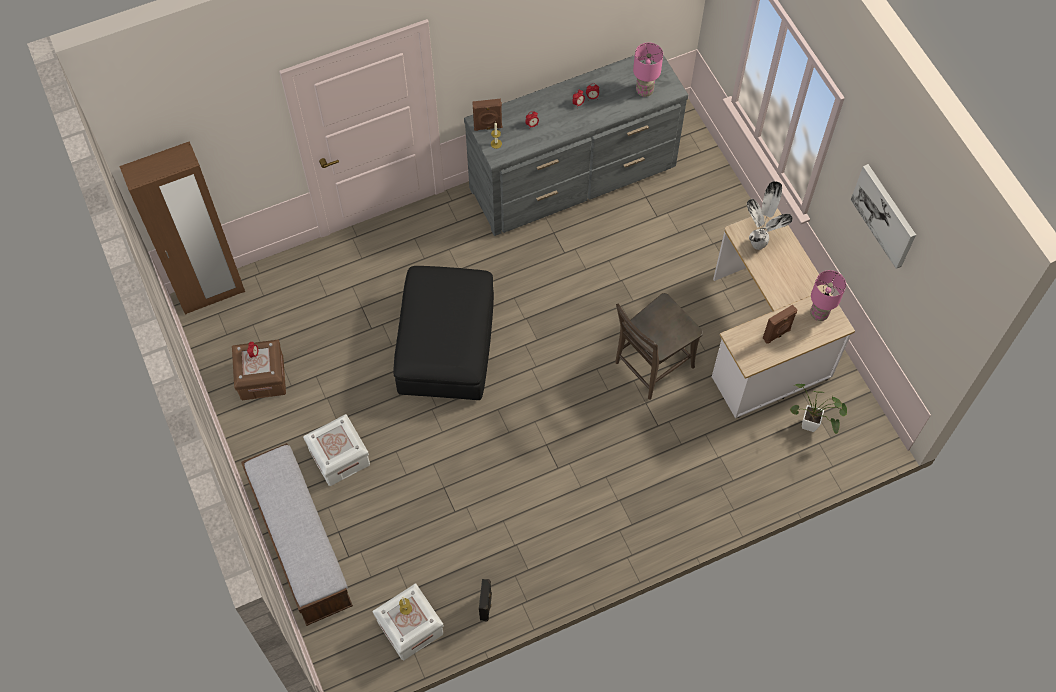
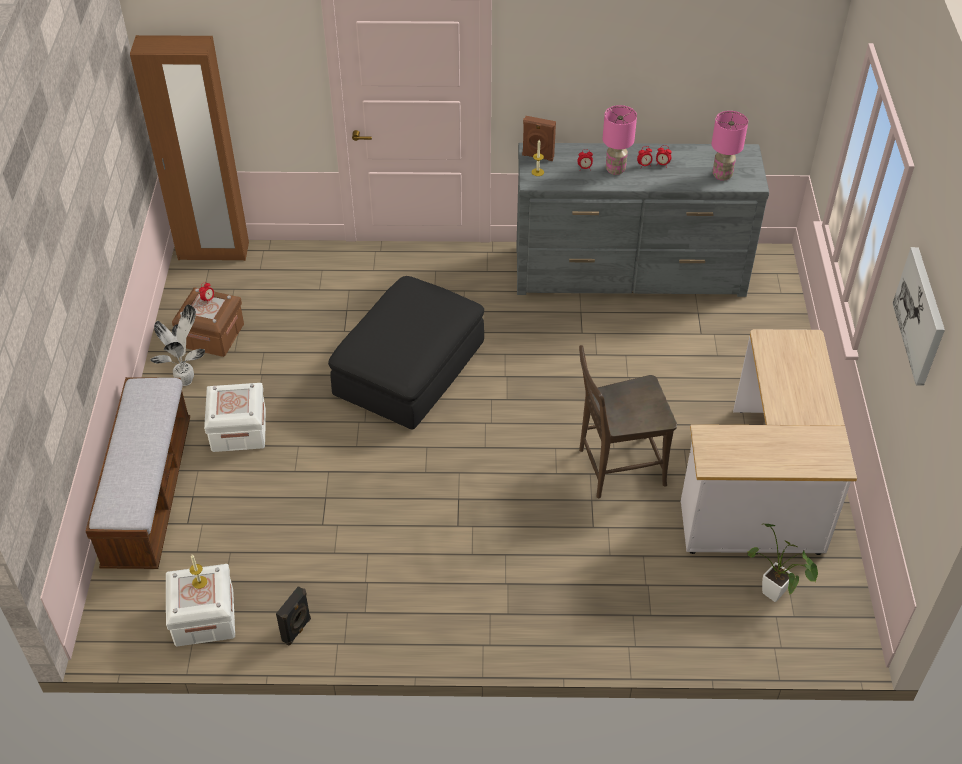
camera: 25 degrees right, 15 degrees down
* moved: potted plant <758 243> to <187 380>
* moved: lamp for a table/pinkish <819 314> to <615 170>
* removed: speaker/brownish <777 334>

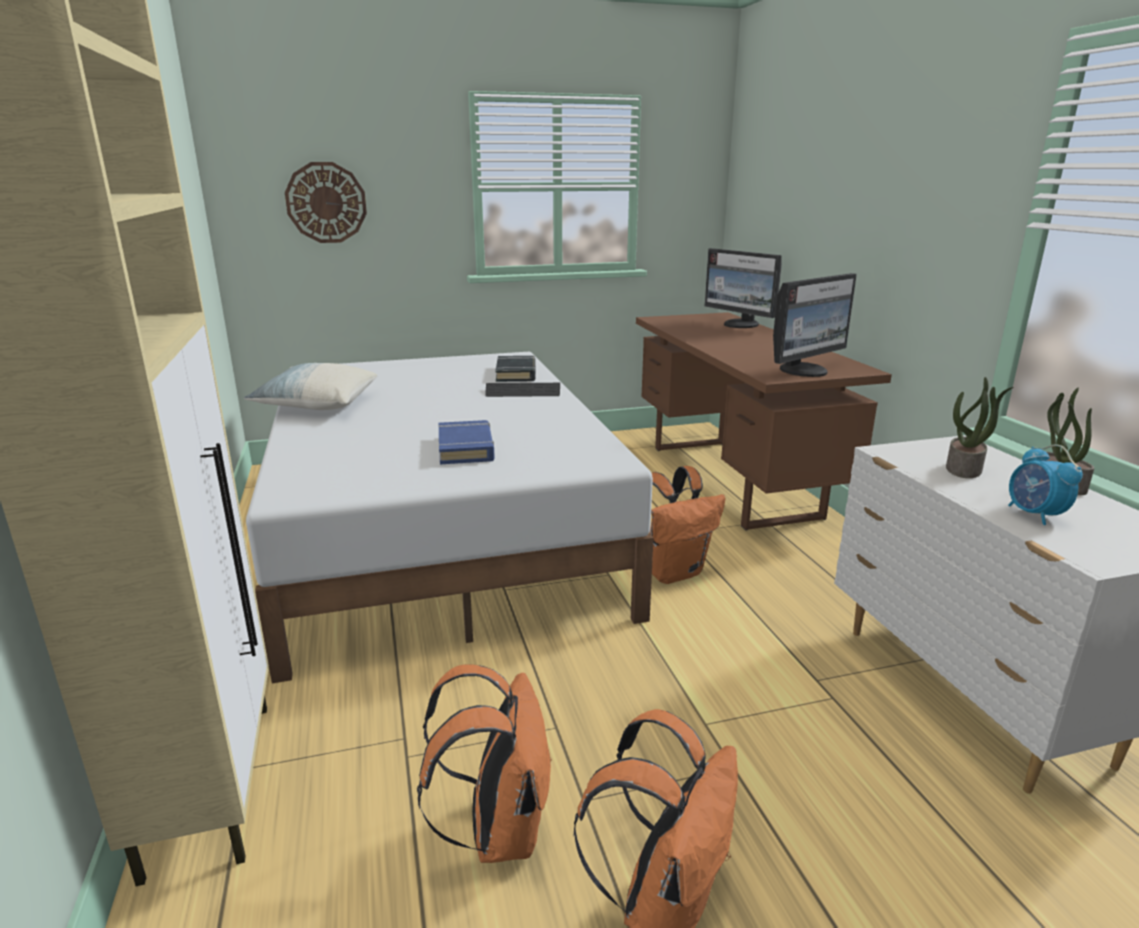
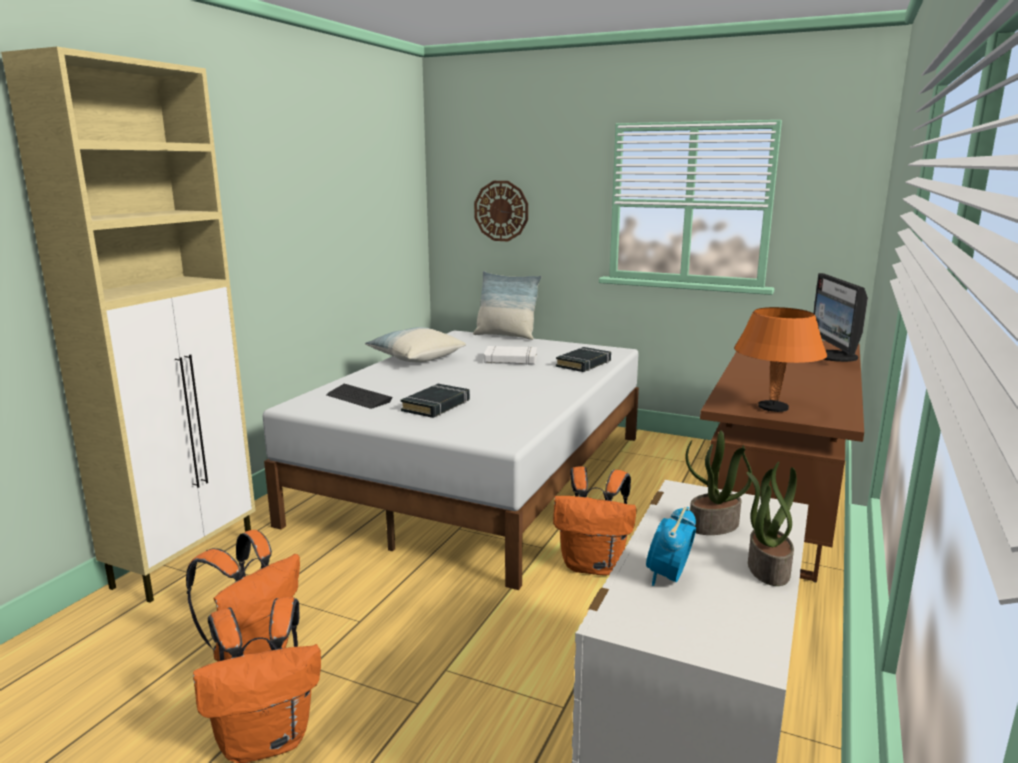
camera: 40 degrees right, 5 degrees down
* moved: computer keyboard <523 392> to <358 398>
* recoloured: bound book/blue <466 448> to bound book/black-coloured <436 406>
* added: throw pillow <505 336>
* added: bound book/whitish <511 360>
* replaced: computer screen <805 371> to lamp for a table/orange <773 408>

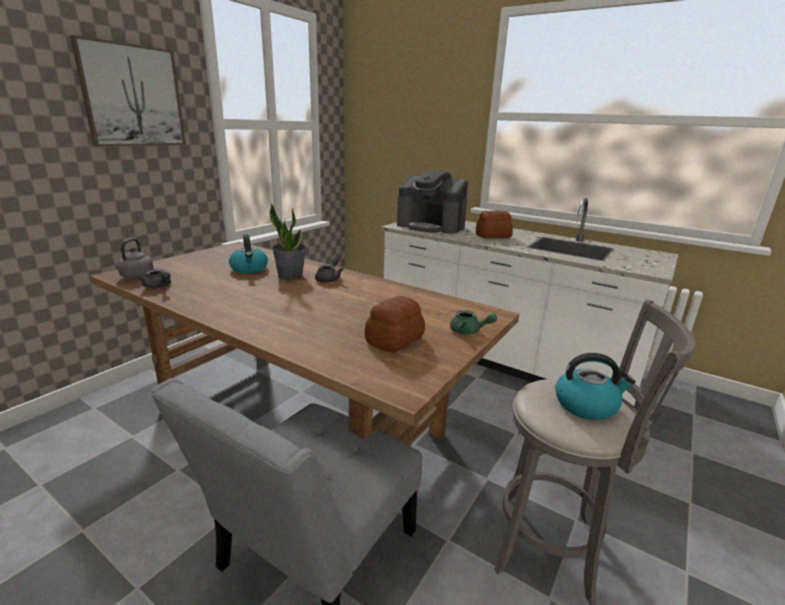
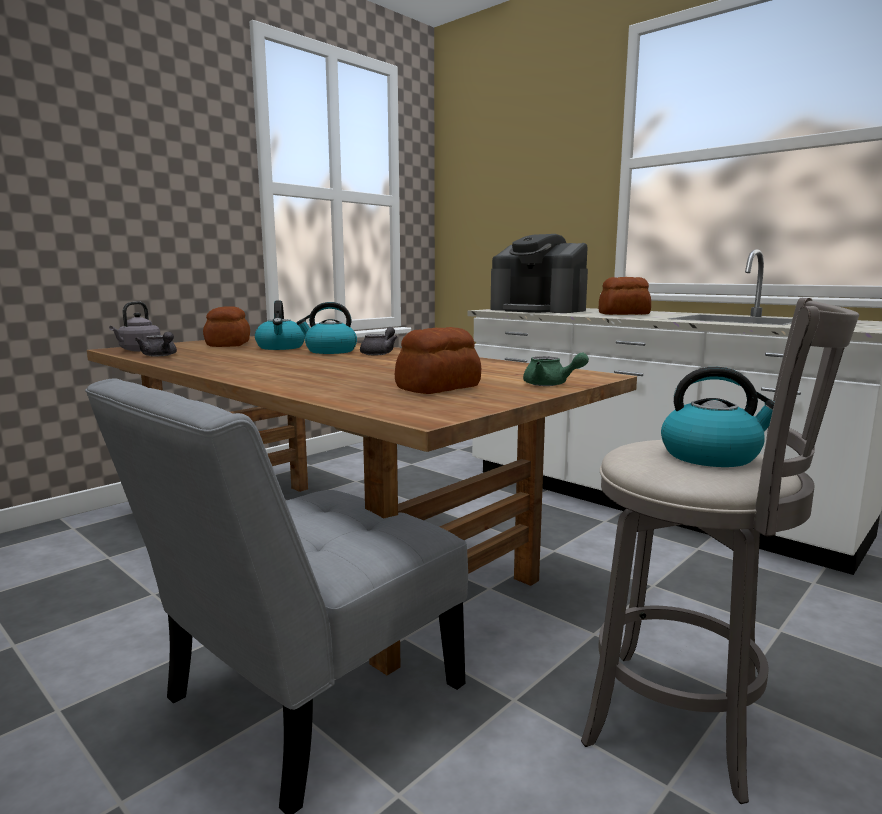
camera: 10 degrees right, 10 degrees down
* added: bread <229 344>
* replaced: potted plant <290 275> to tea kettle <330 351>
* removed: wall art <132 96>

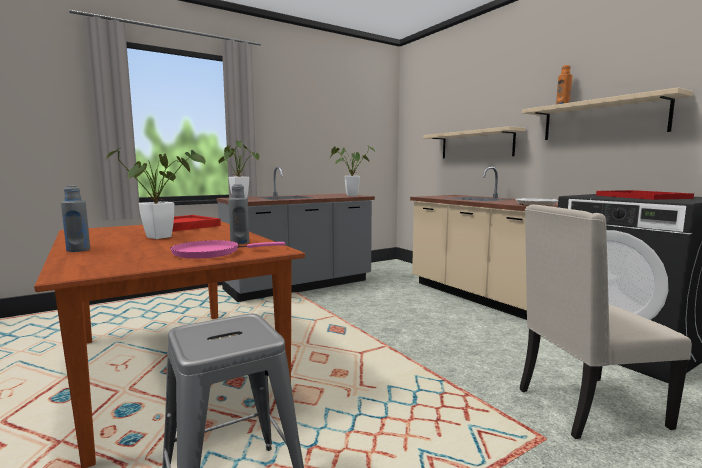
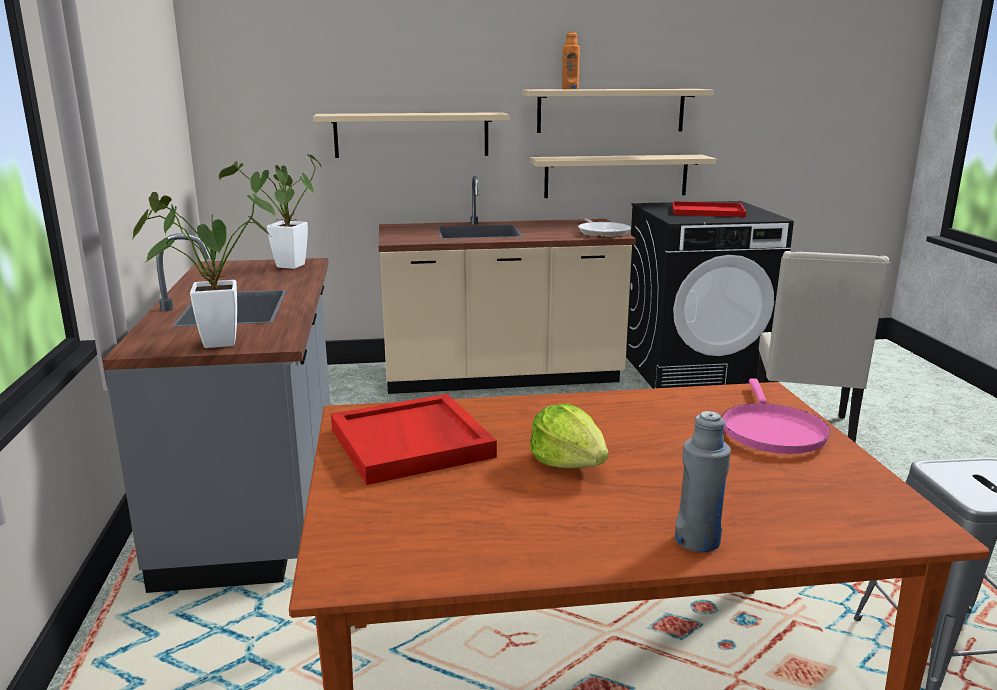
camera: 65 degrees left, 10 degrees up
* added: wall shelf/beige-coloured <616 176>
* replaced: potted plant <164 236> to lettuce head <568 462>
* removed: beverage bottle/grey <239 242>

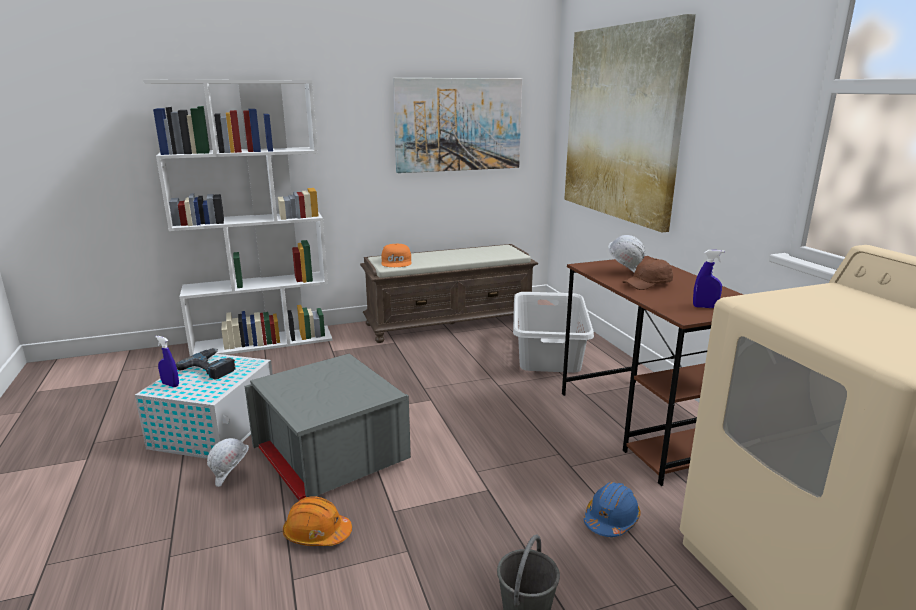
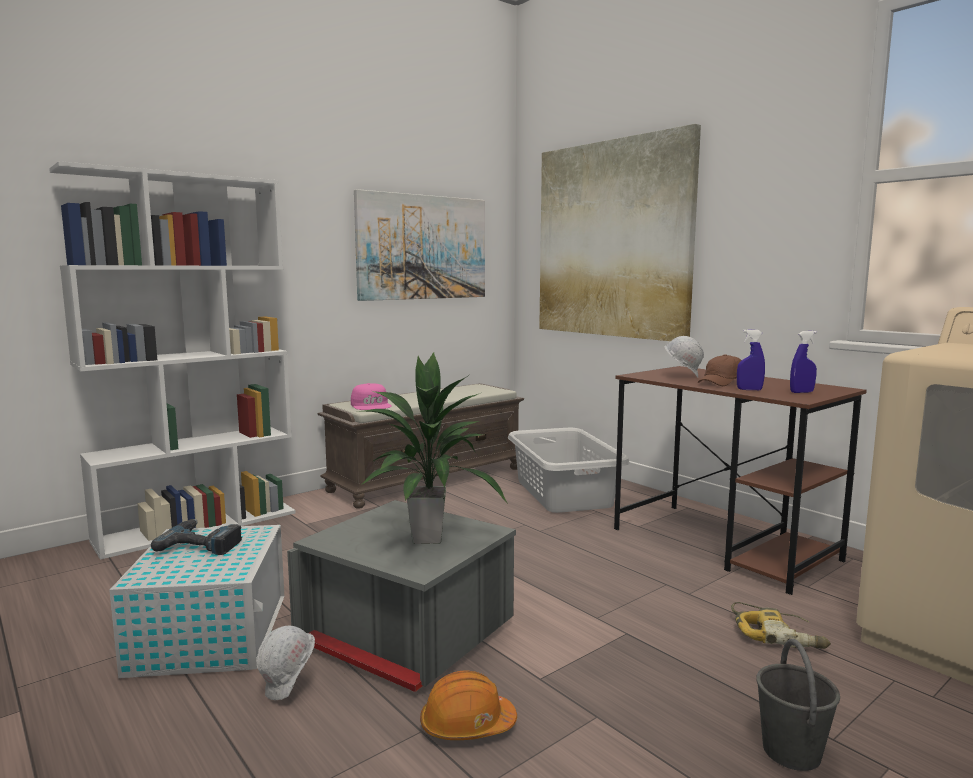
camera: 20 degrees left, 10 degrees down
* recoloured: baseball cap/orange <397 262> to baseball cap/pinkish <371 405>
* added: potted plant <426 539>
* replaced: work helmet/blue <611 520> to electric drill <777 635>
* moved: hand sprayer/blue <170 385> to <749 389>

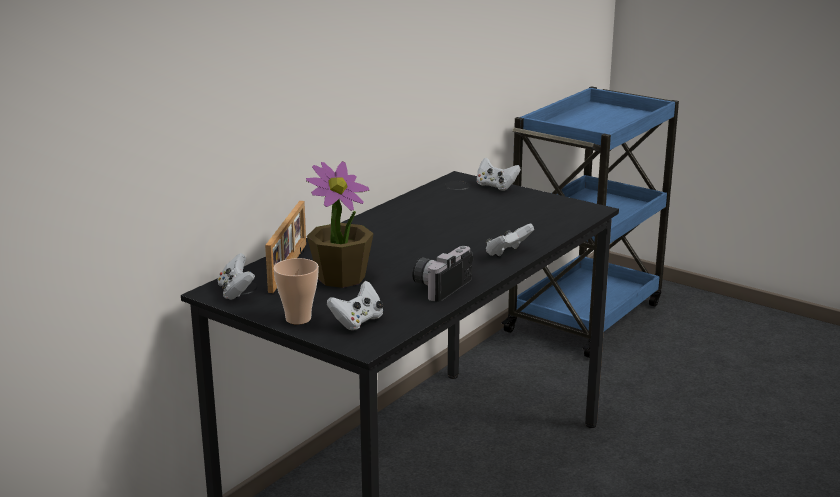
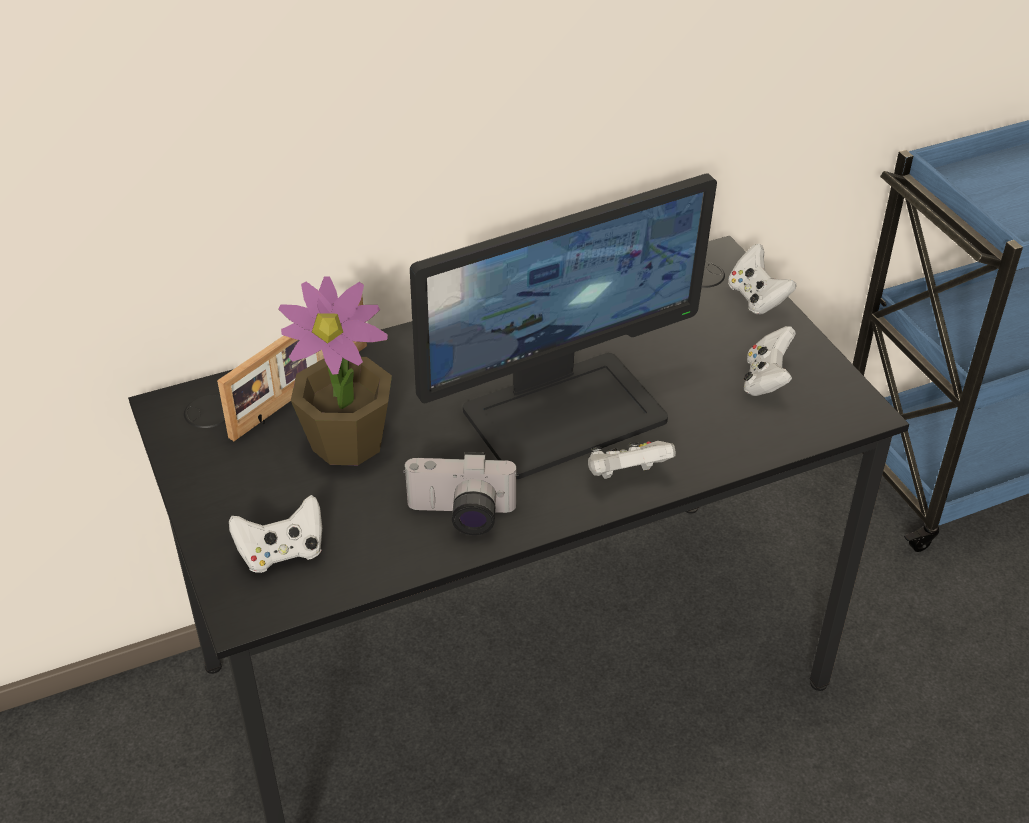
camera: 30 degrees right, 20 degrees up
* turned: still camera <440 286> = <461 516> 150 degrees counterclockwise
* added: computer screen <564 412>
* moved: game controller/whitish <236 292> to <766 380>
* removed: small cup <298 319>

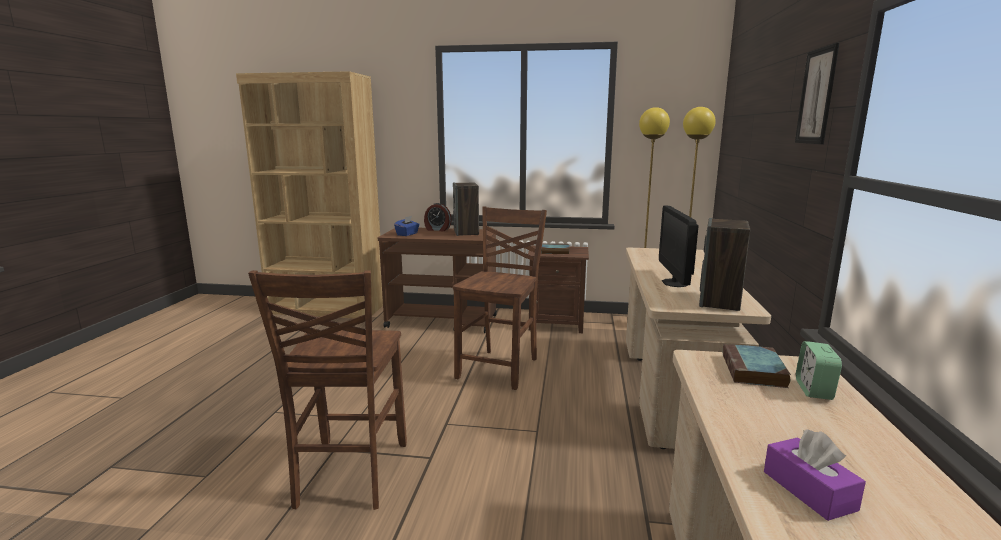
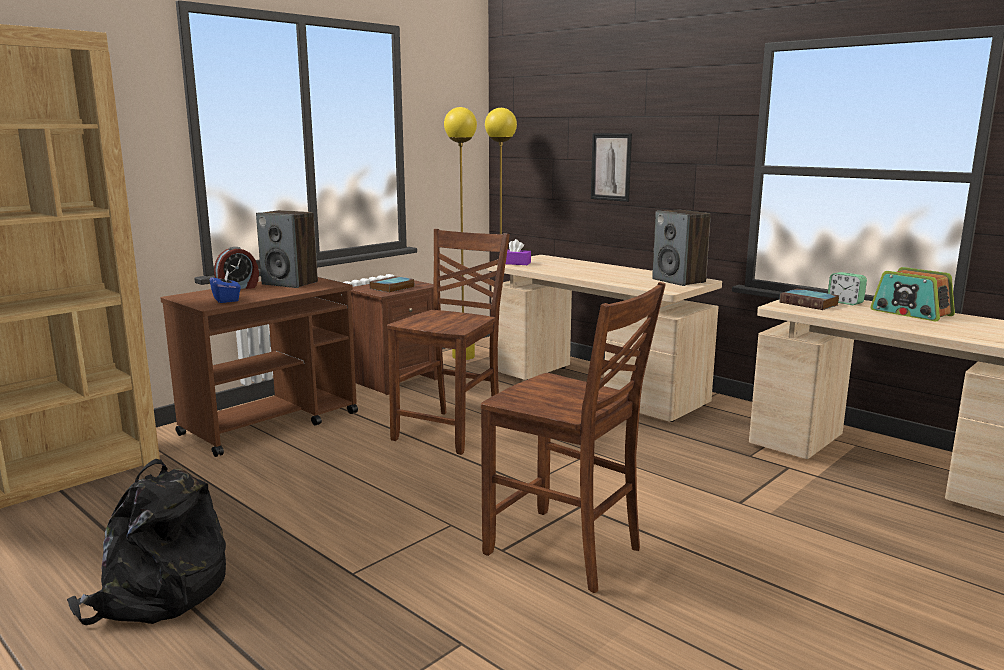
camera: 55 degrees left, 0 degrees up
* added: rucksack/black-coloured <157 593>
* turned: chair/brownish <500 368> = <451 431> 60 degrees clockwise
* moved: tissue box/purple <808 490> to <515 263>
* moved: wall art <816 96> to <611 167>
* added: radio set <911 313>
* removed: computer screen <675 283>

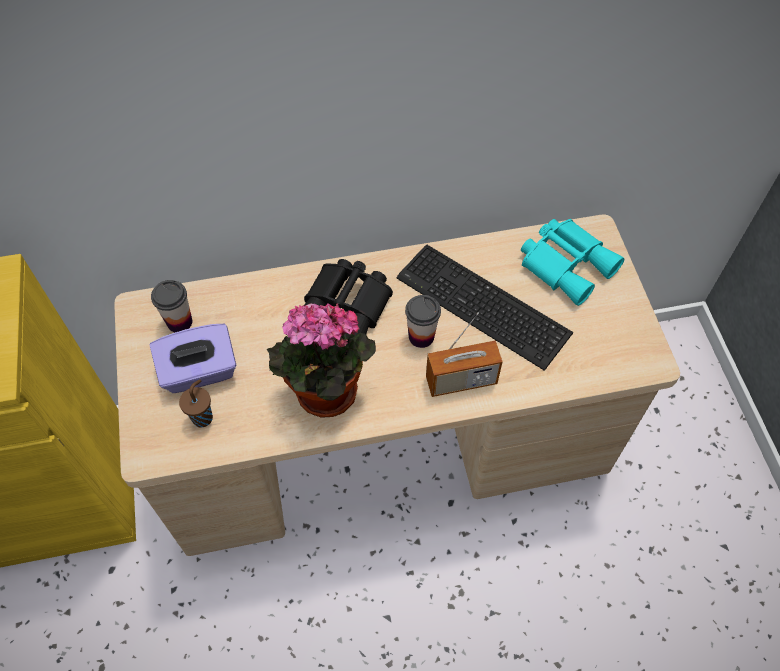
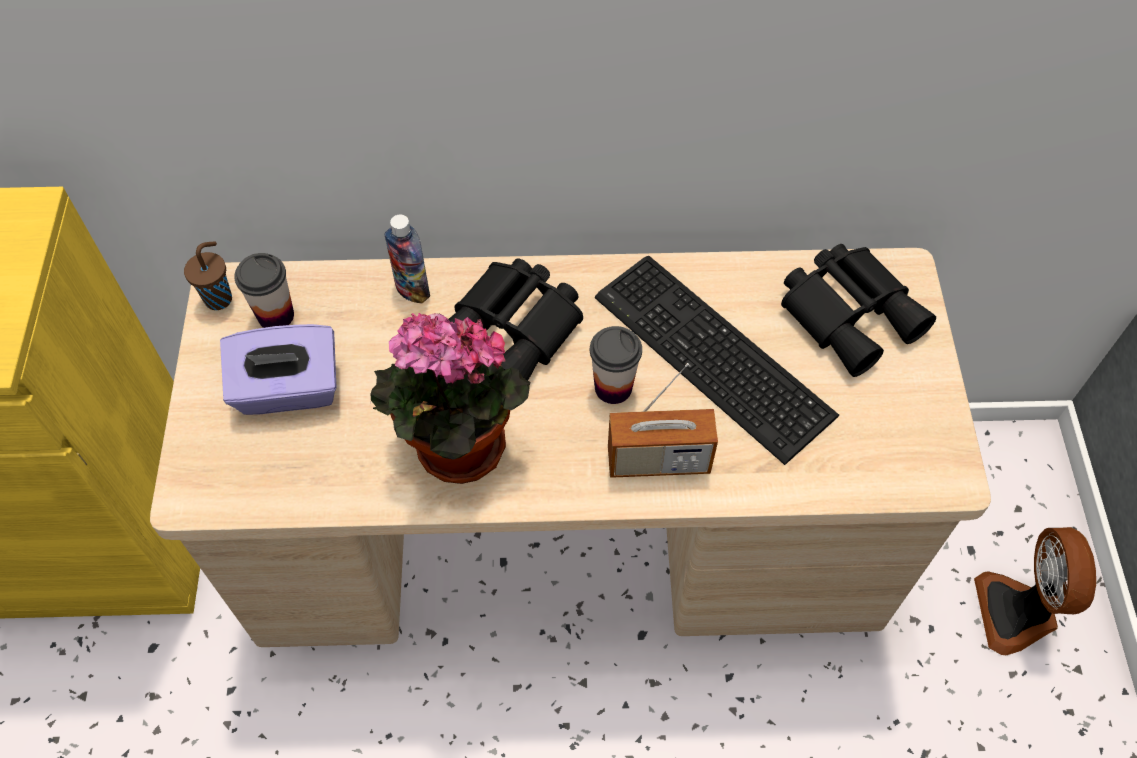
camera: 10 degrees right, 0 degrees up
* moved: small cup/brownish <203 417> to <219 298>
* added: beverage bottle <412 290>
* recoloured: binoculars/turquoise-coloured <567 263> to binoculars/black-coloured <850 312>
* added: electric fan <1017 613>

